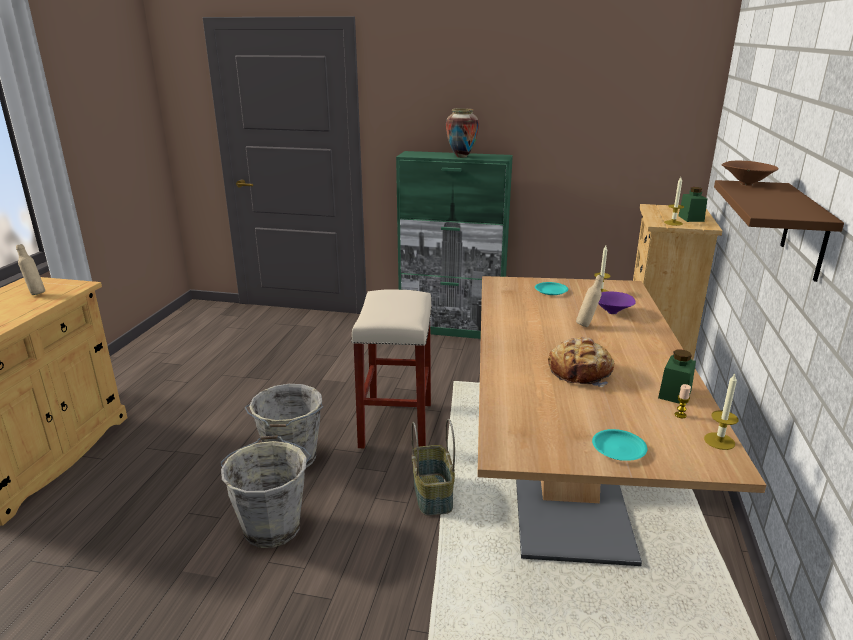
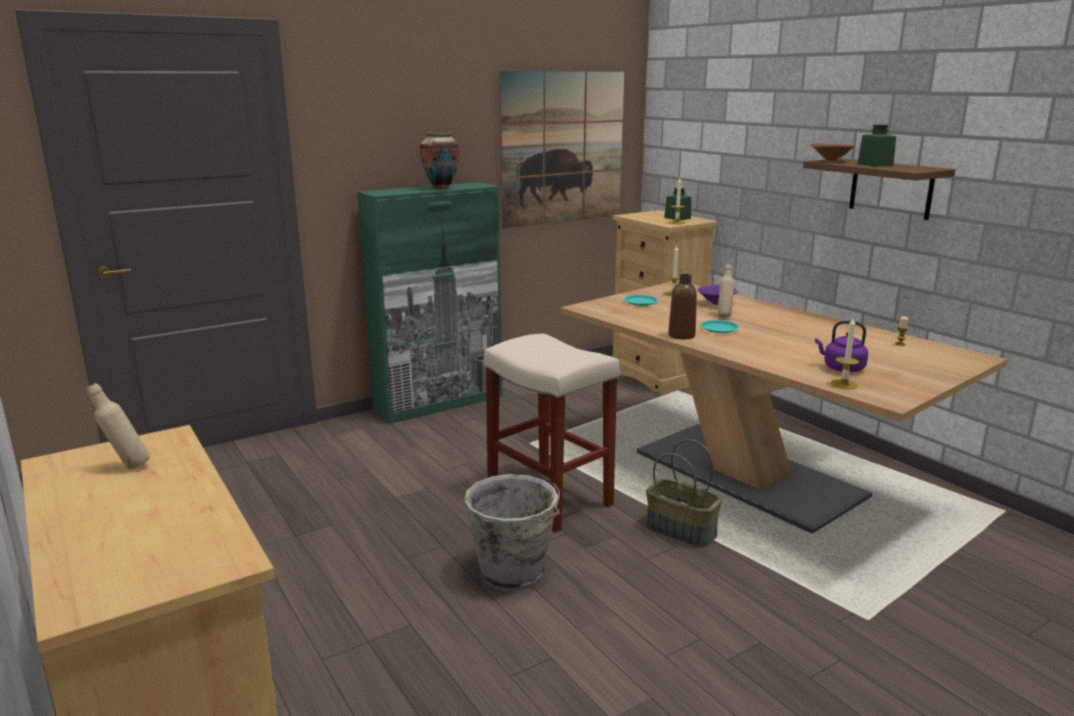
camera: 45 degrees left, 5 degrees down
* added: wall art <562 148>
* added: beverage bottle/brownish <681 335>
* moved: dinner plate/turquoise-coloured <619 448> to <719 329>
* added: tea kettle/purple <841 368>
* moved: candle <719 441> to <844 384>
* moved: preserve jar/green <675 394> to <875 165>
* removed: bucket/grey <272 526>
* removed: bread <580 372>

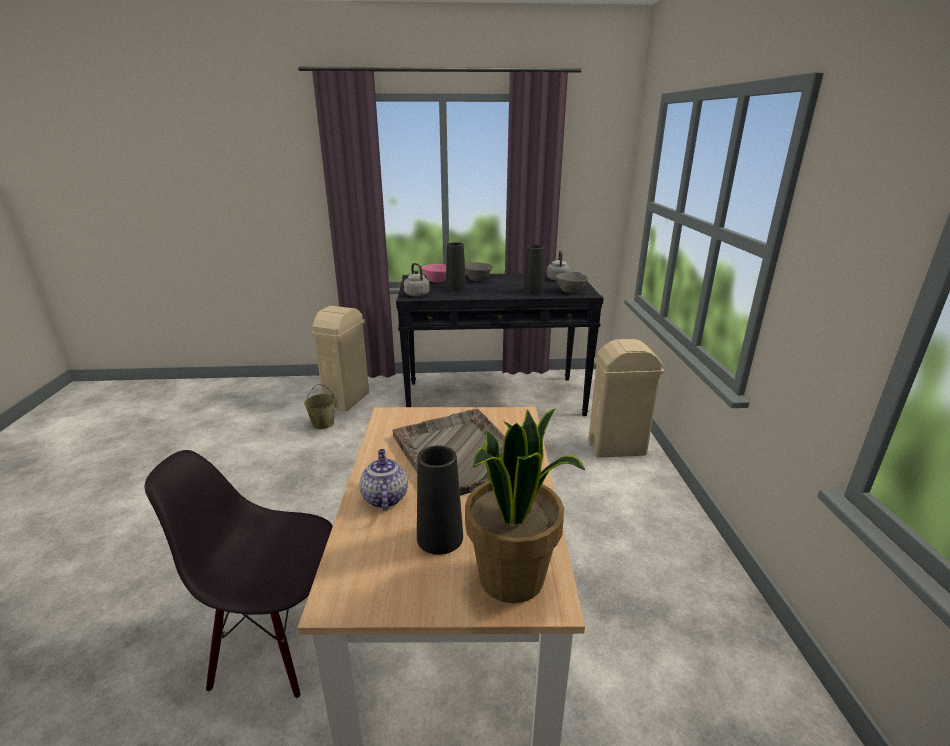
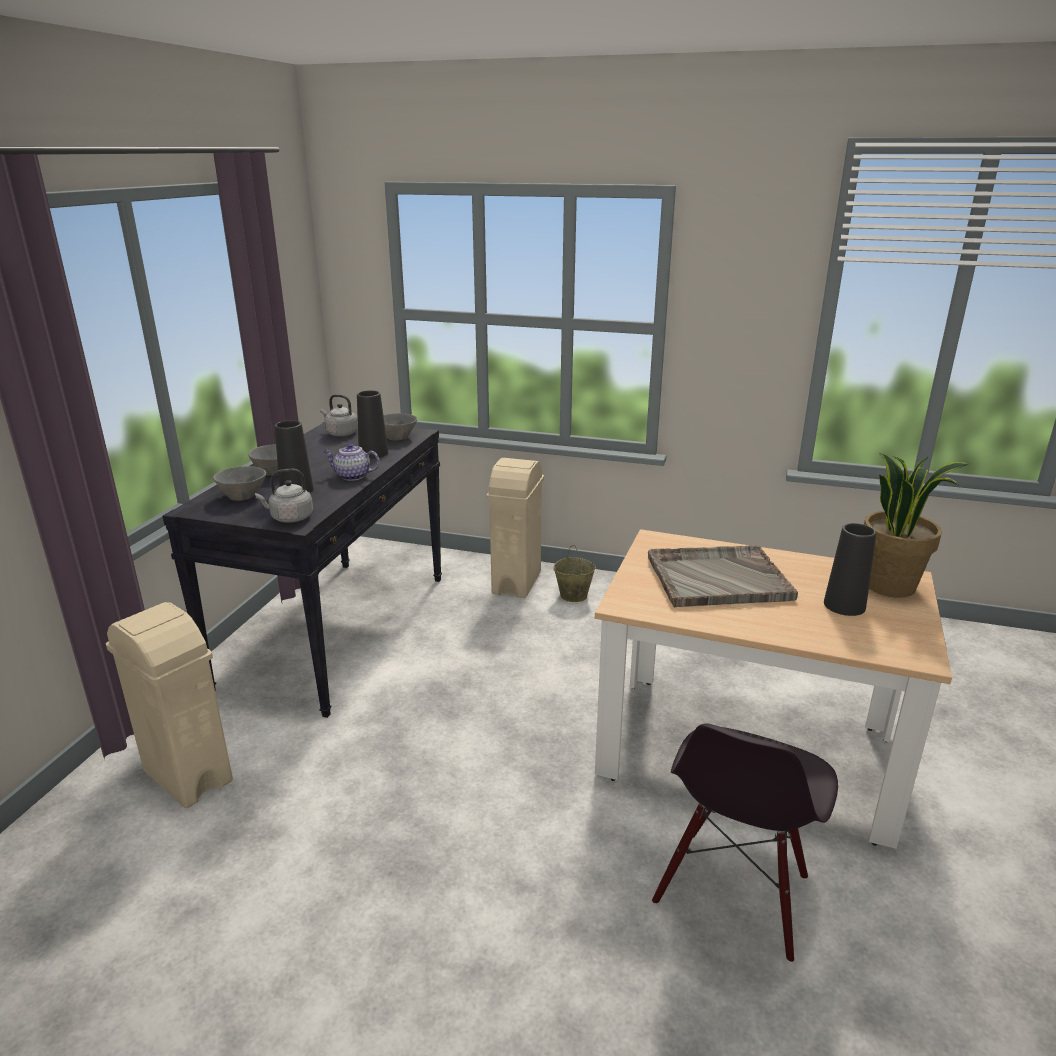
camera: 70 degrees left, 0 degrees up
* recoloured: serving bowl/pinkish <438 281> to serving bowl/grey <244 496>
* moved: pot for tea <384 497> to <352 476>
* moved: bucket/beige-coloured <323 423> to <573 595>

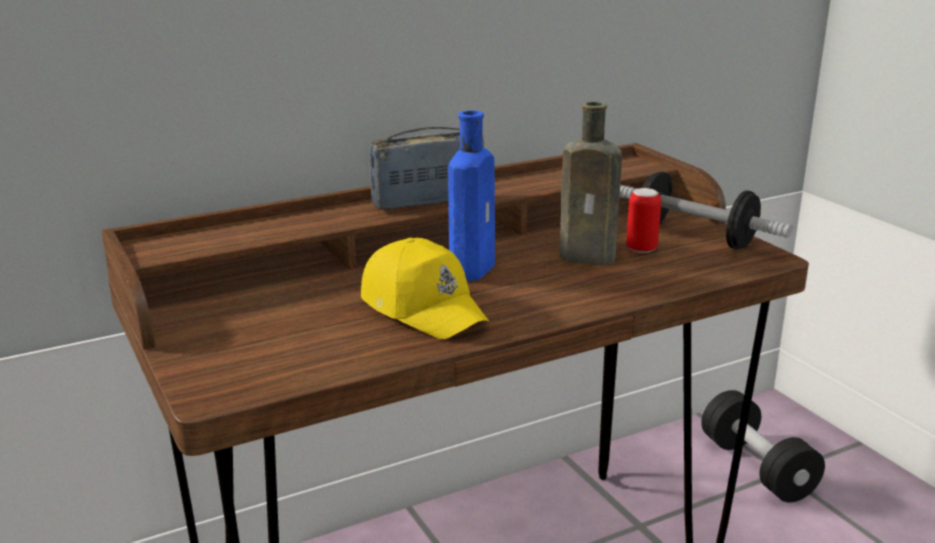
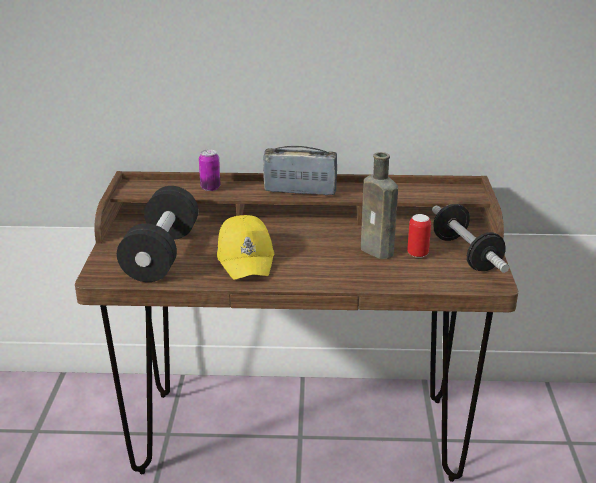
camera: 30 degrees right, 5 degrees up
* moved: dumbbell/black-coloured <757 468> to <161 254>
* added: sealed can <210 188>
* removed: beverage bottle/blue <473 268>

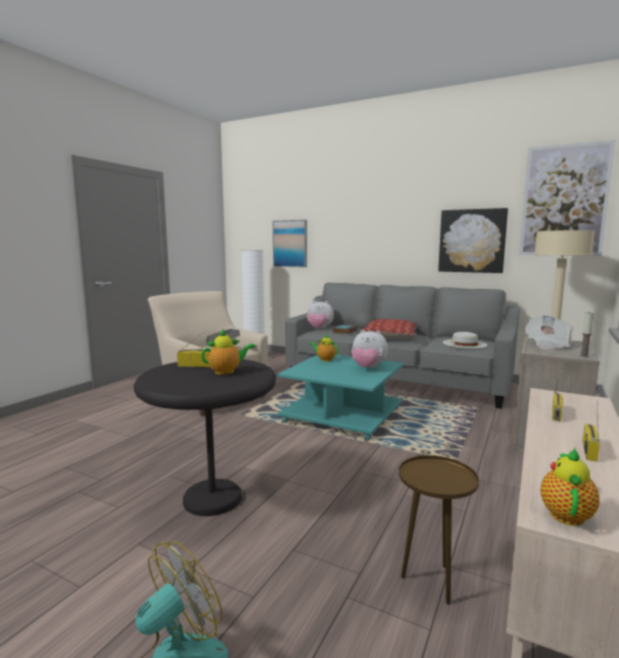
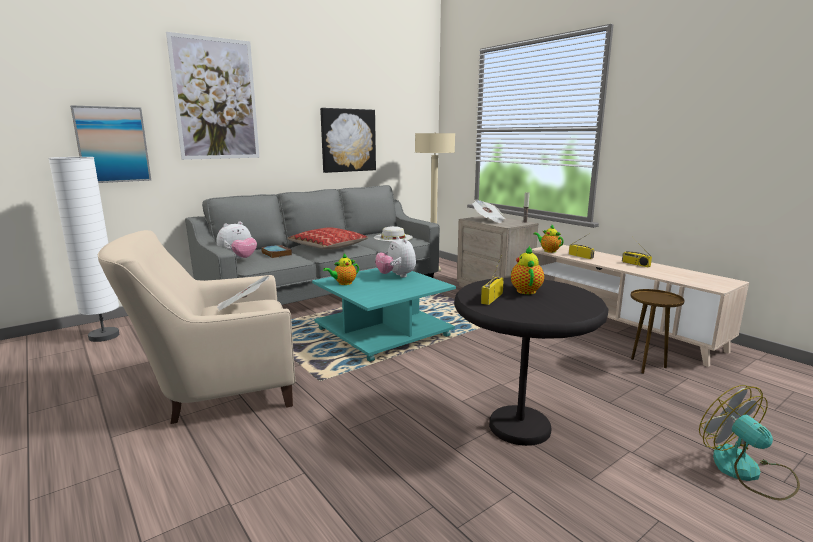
camera: 65 degrees left, 5 degrees up
* moved: wall art <564 201> to <216 99>
* turned: plush toy <368 368> = <396 276> 105 degrees clockwise
* moved: pot for tea <566 513> to <548 251>

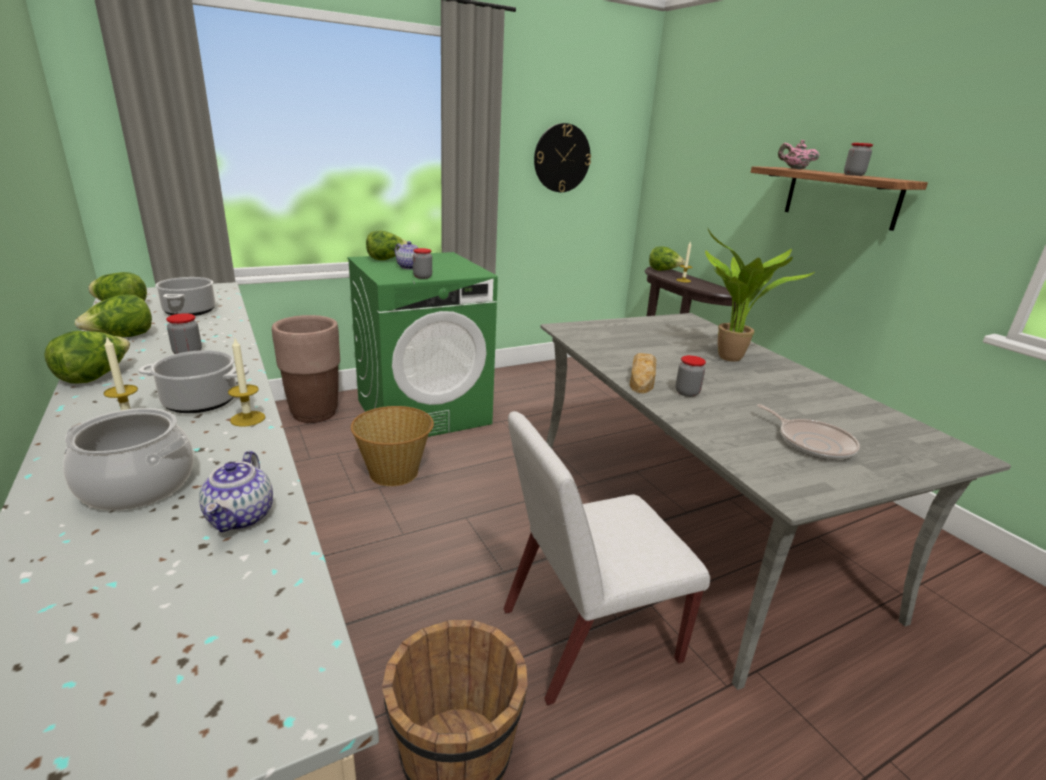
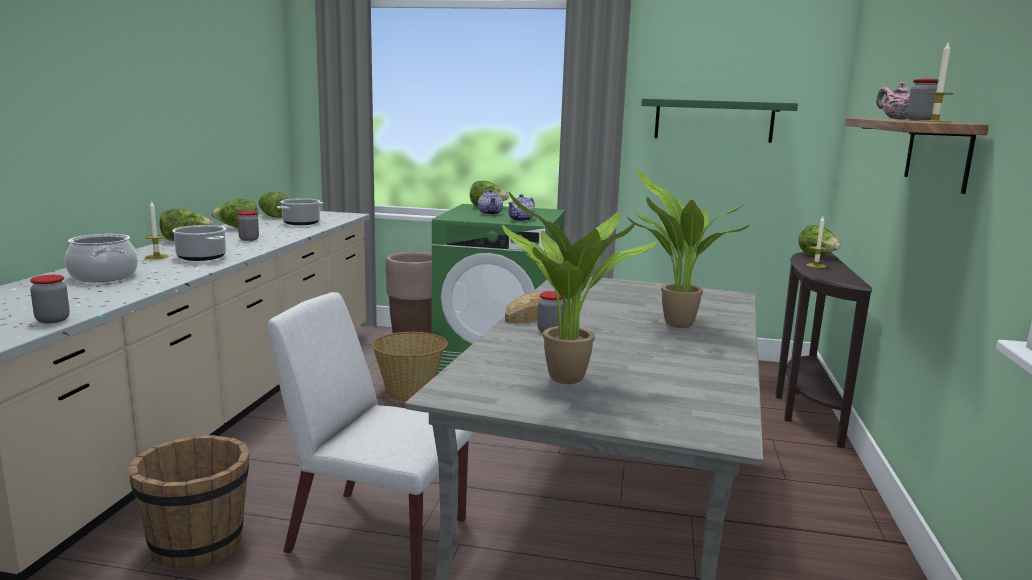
camera: 40 degrees right, 10 degrees down
* moved: preserve jar <422 277> to <52 320>
* replaced: pan <812 443> to potted plant <568 381>
* moved: pot for tea <241 517> to <521 220>
* replaced: clock on the wall <562 158> to wall shelf/green <714 120>
* moved: candle <248 418> to <934 121>

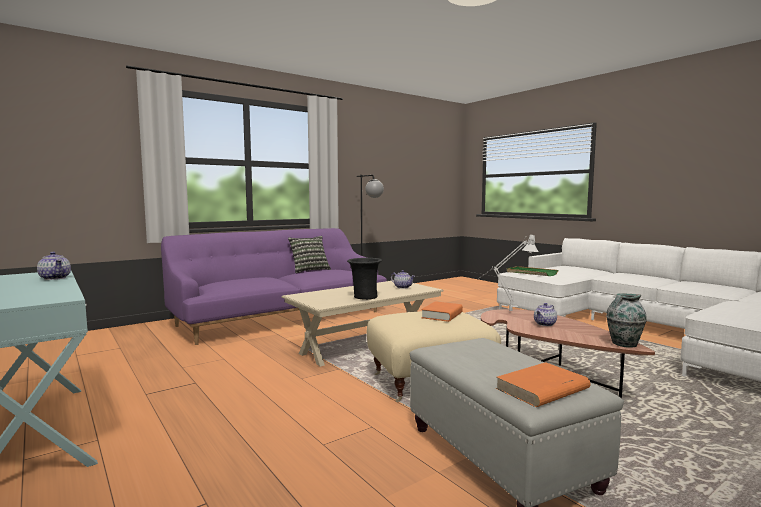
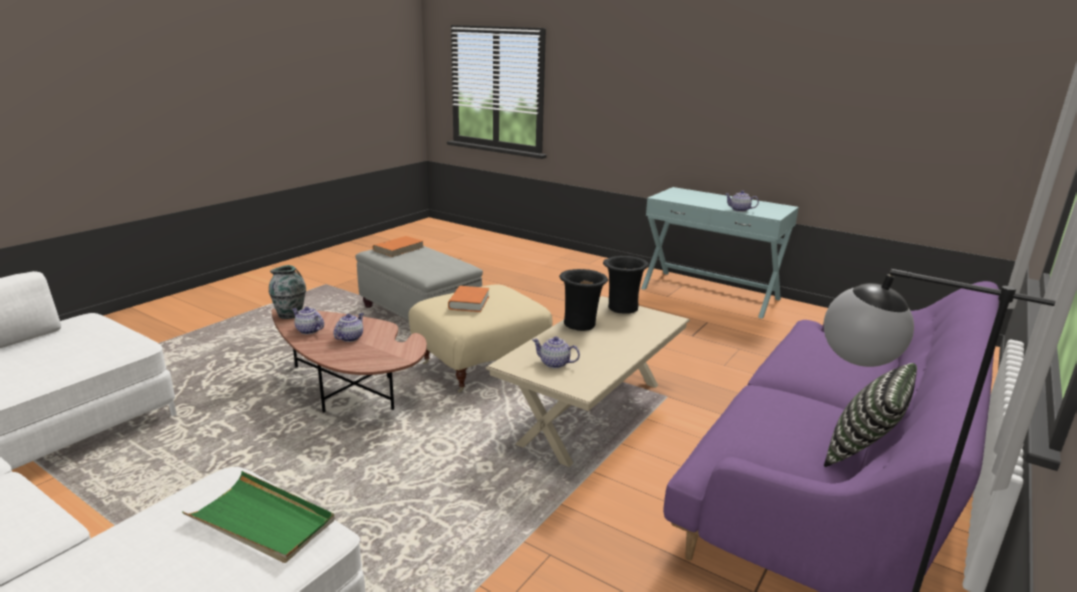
camera: 160 degrees right, 15 degrees up
* added: pot for tea <308 330>
* added: flower vase/black-coloured <621 308>
* removed: lamp for a table/grey <506 312>

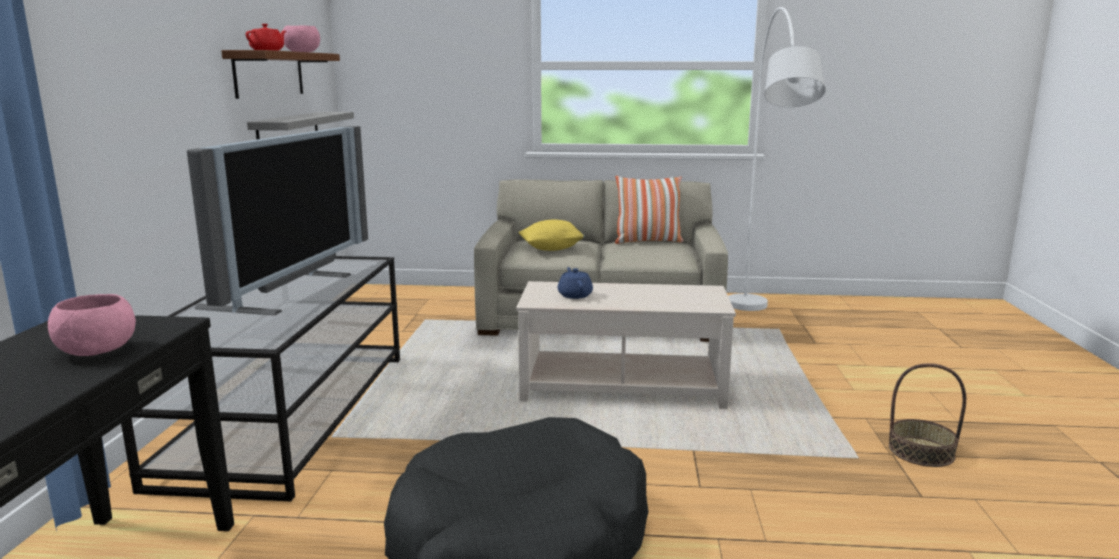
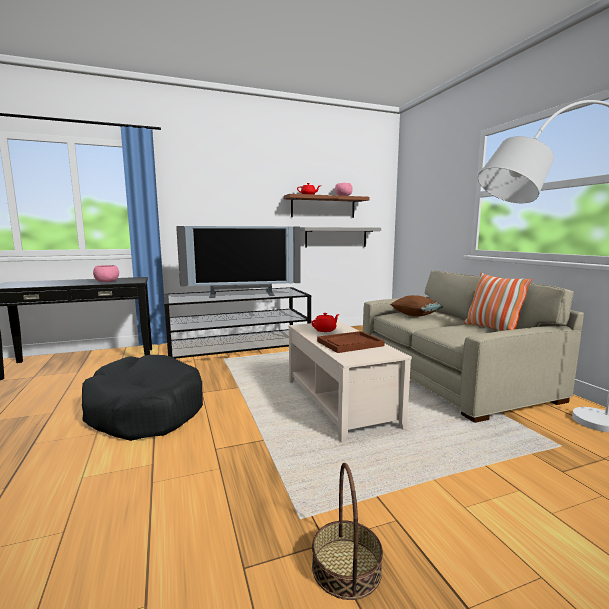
camera: 65 degrees right, 5 degrees down
* recoloured: pot for tea/blue <575 295> to pot for tea/red <325 330>
* added: serving tray/brownish <350 343>
* recoloured: throw pillow/yellow-coloured <551 249> to throw pillow/brownish <415 315>

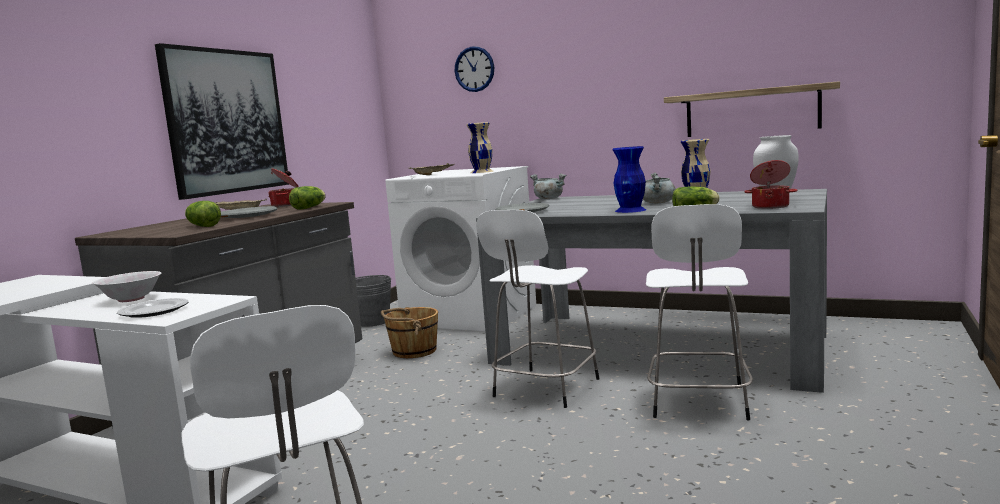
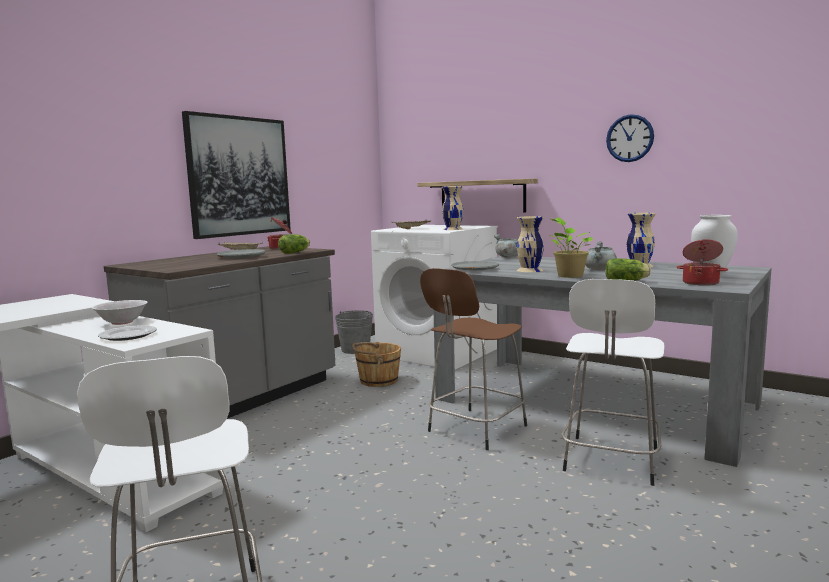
camera: 10 degrees right, 0 degrees up
* moved: wall shelf <751 111> to <482 196>
* recoloured: sitting stool/whitish <544 389> to sitting stool/brownish <475 430>
* added: flower vase/beige-coloured <529 270>
* replaced: flower vase/blue <630 210> to potted plant <569 275>
* moved: clock on the wall <474 69> to <629 138>
* removed: lettuce head <202 226>

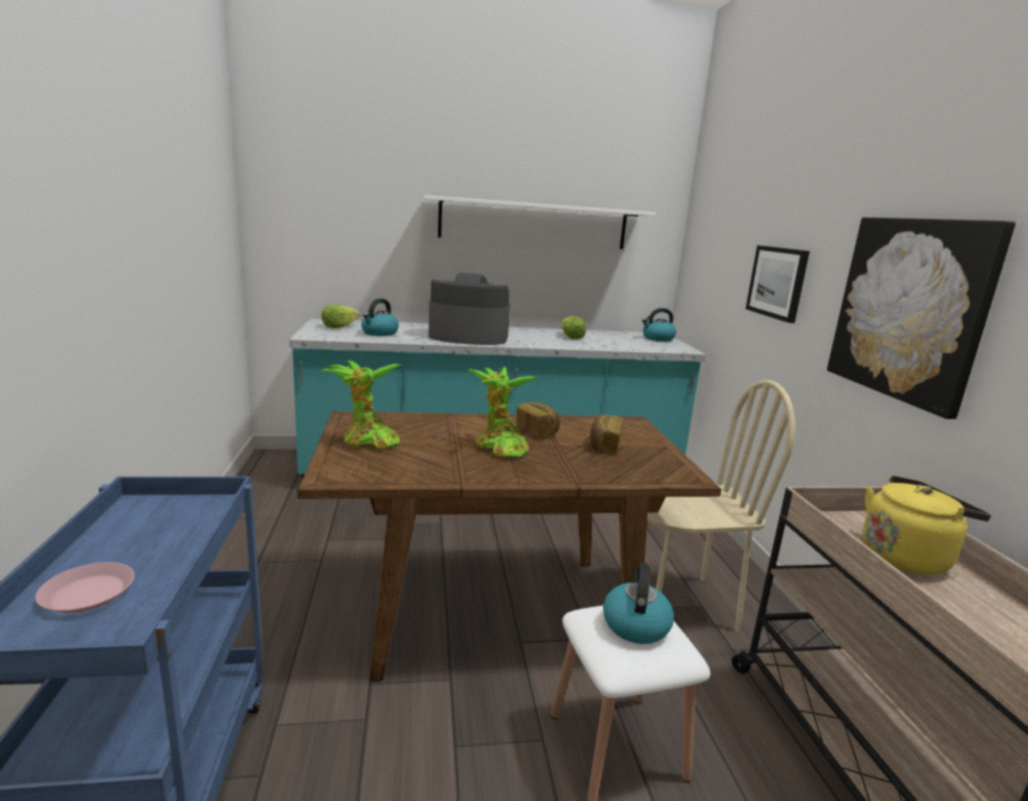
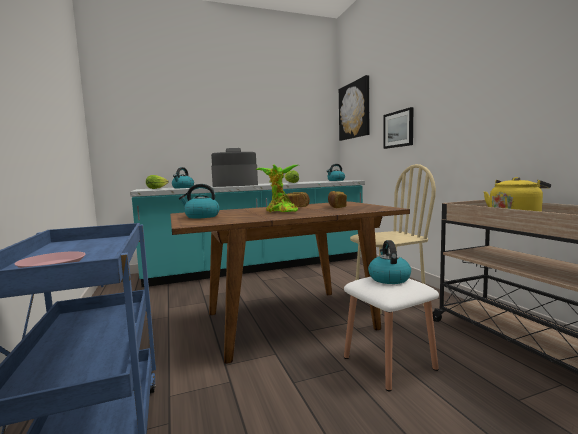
camera: 10 degrees left, 10 degrees down
* replaced: potted plant <367 442> to tea kettle <201 216>
* moved: wall art <910 309> to <354 110>
* removed: wall shelf/whitish <533 223>

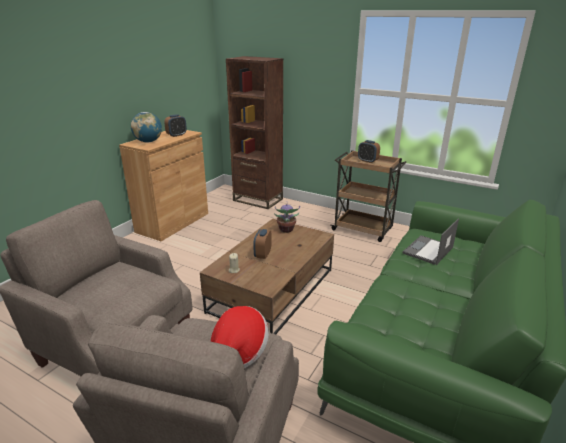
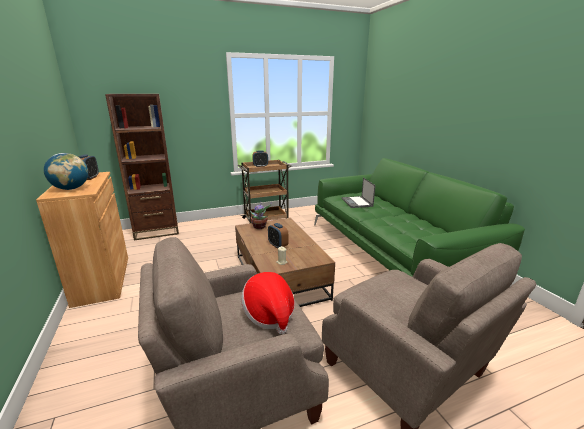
camera: 50 degrees left, 5 degrees down
* moved: wearable hat <238 352> to <269 314>

